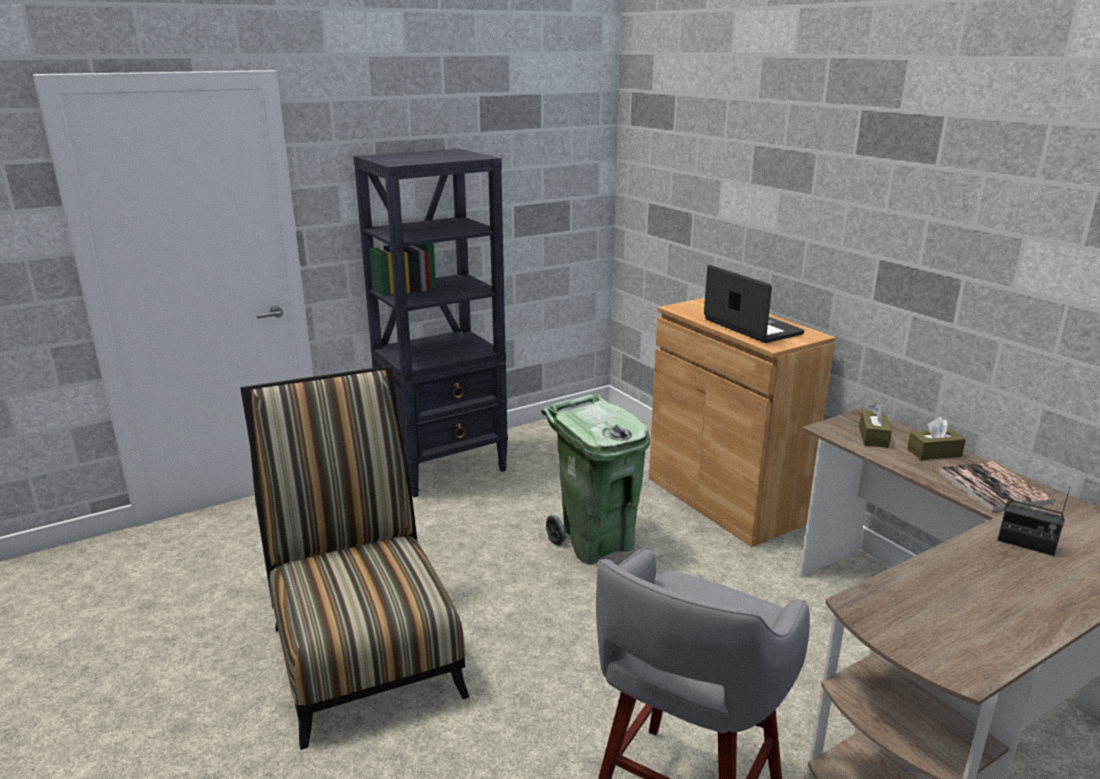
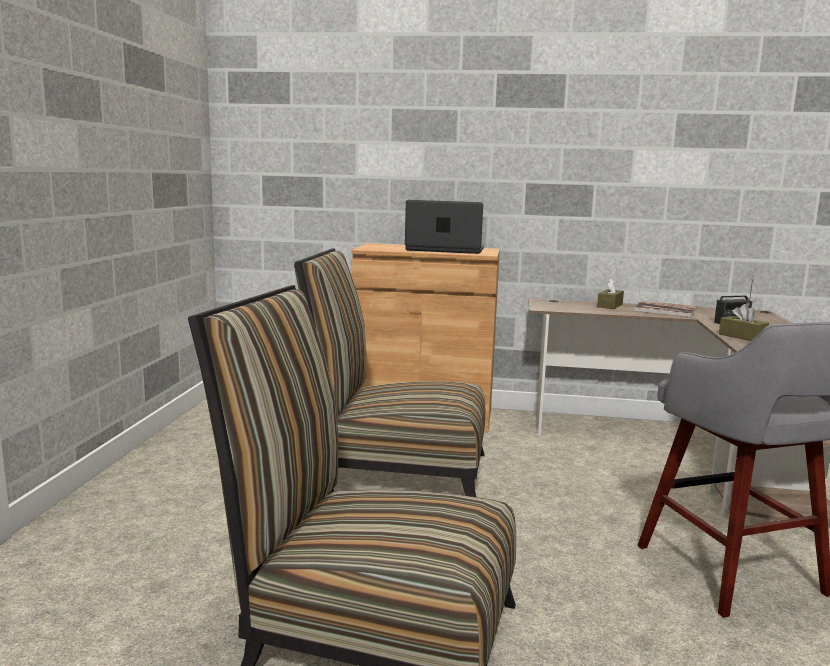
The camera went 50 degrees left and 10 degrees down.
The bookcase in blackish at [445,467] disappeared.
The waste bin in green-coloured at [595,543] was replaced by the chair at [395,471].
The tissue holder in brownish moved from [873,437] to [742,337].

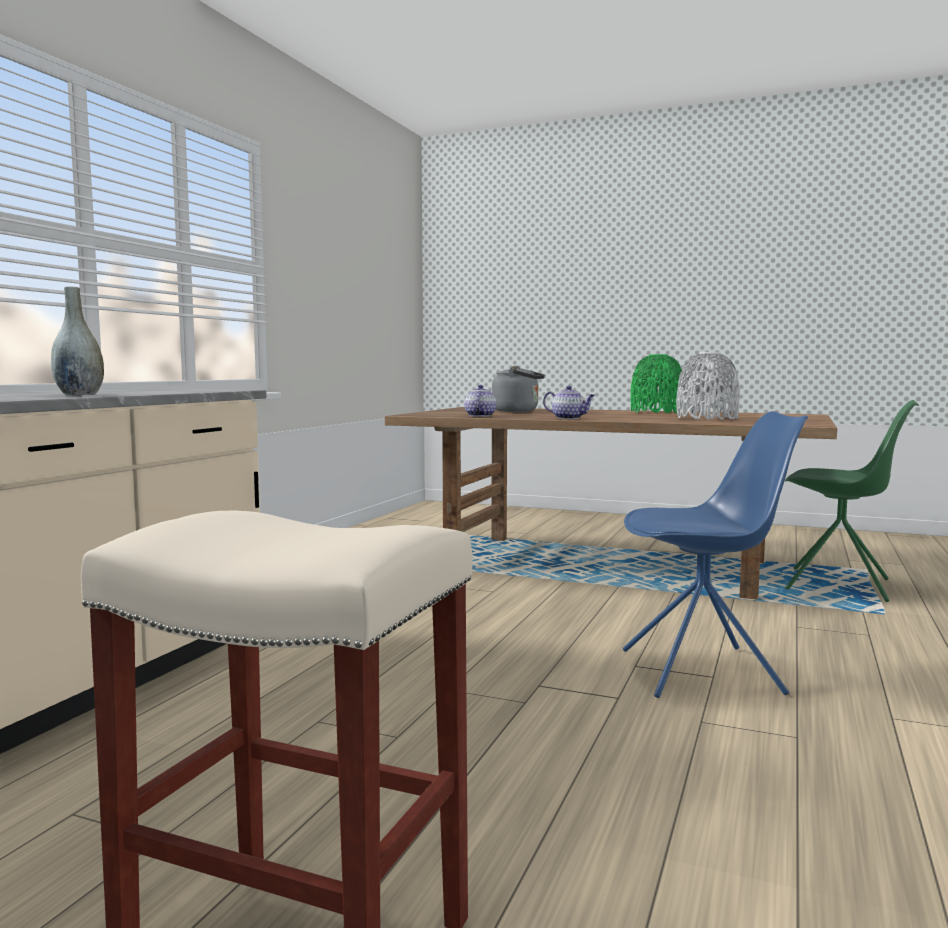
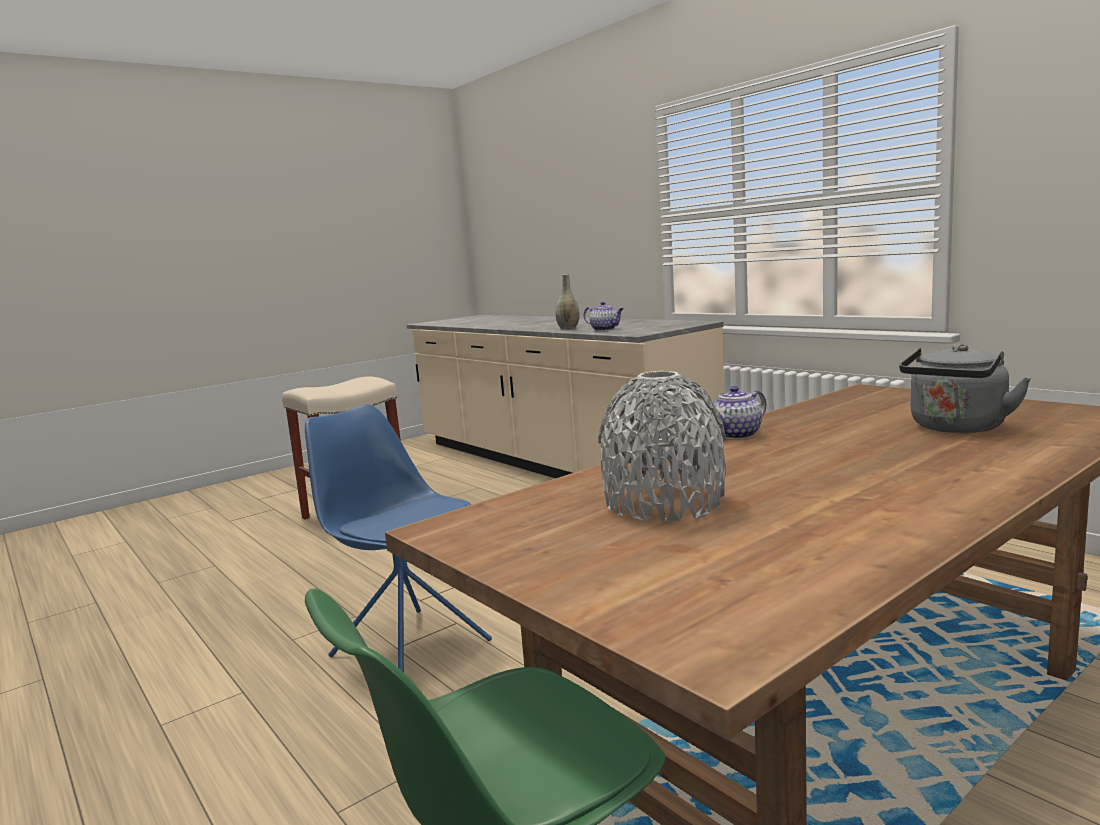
The camera went 120 degrees right and 5 degrees up.
The decorative vase in green-coloured at [656,412] disappeared.
The teapot moved from [480,416] to [605,329].
The chair in blue-coloured at [703,671] turned 105 degrees clockwise.

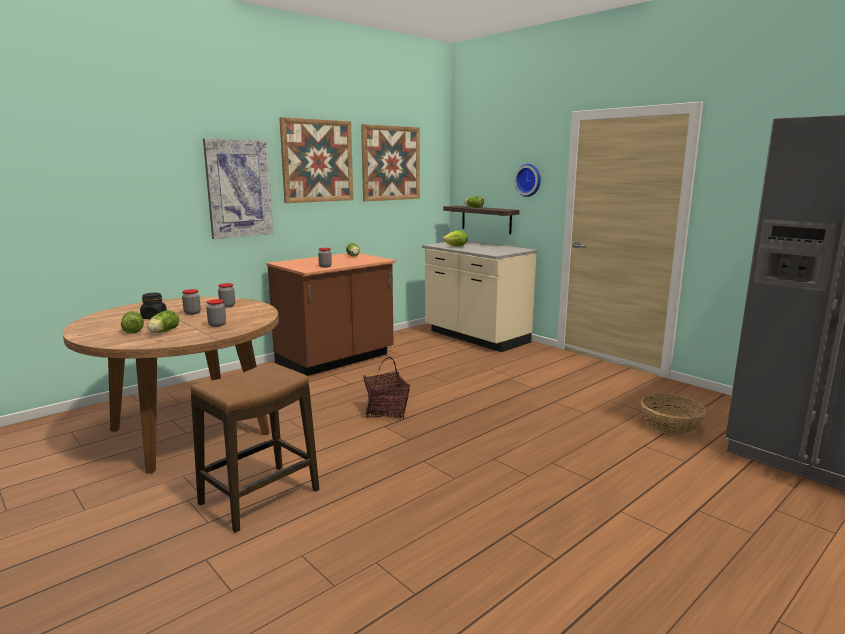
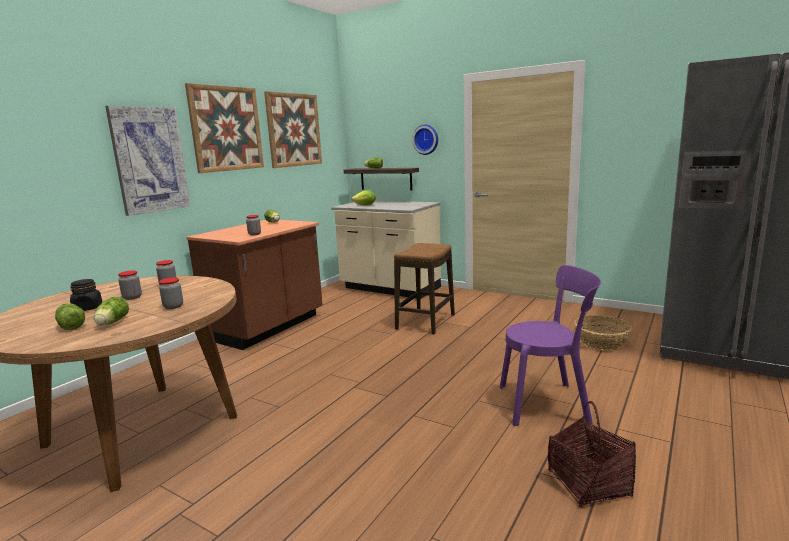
The camera went 15 degrees left and 0 degrees up.
The basket moved from [386,411] to [588,484].
The stool seat moved from [259,497] to [425,322].
The chair in purple at [548,404] appeared.

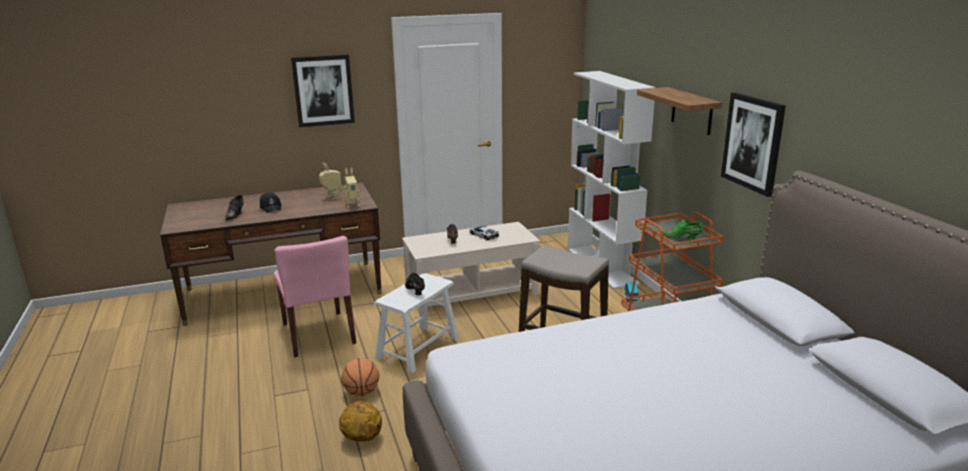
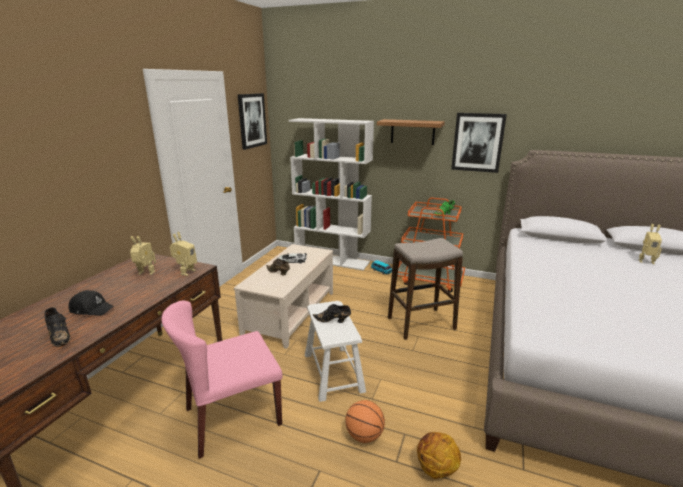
The camera went 50 degrees left and 0 degrees up.
The picture moved from [323,90] to [252,120].
The chair in pink-coloured at [318,334] turned 135 degrees clockwise.
The model robot at [645,261] appeared.

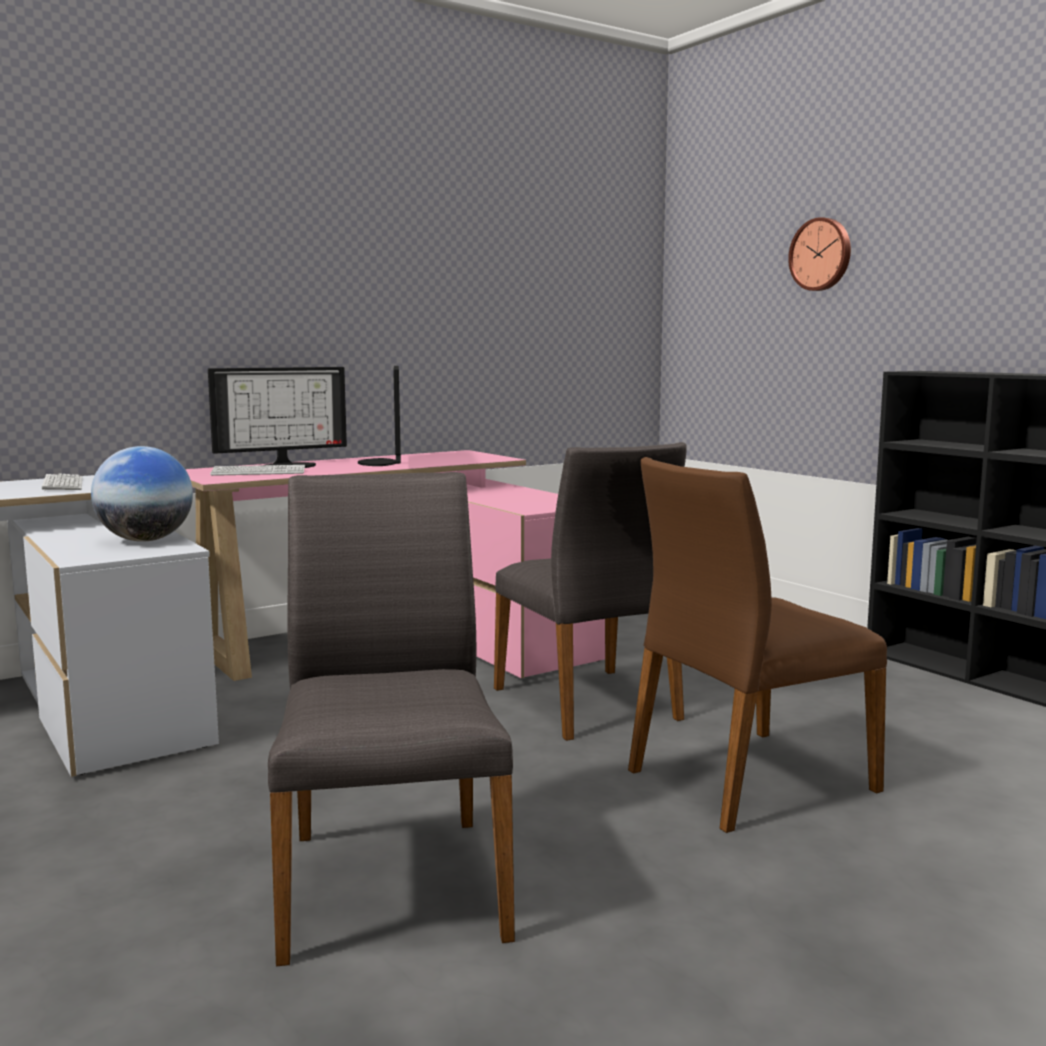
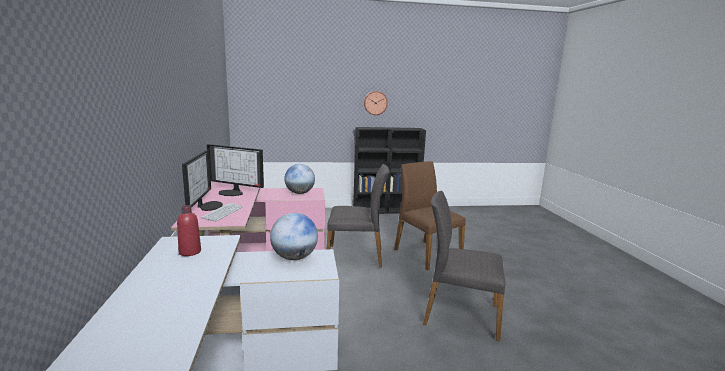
The camera went 65 degrees left and 5 degrees up.
The hanging clock moved from [821,254] to [375,103].
The chair in brownish at [746,779] turned 150 degrees clockwise.
The PC keyboard at [63,484] was replaced by the bottle in red at [190,252].
The world globe at [300,193] appeared.

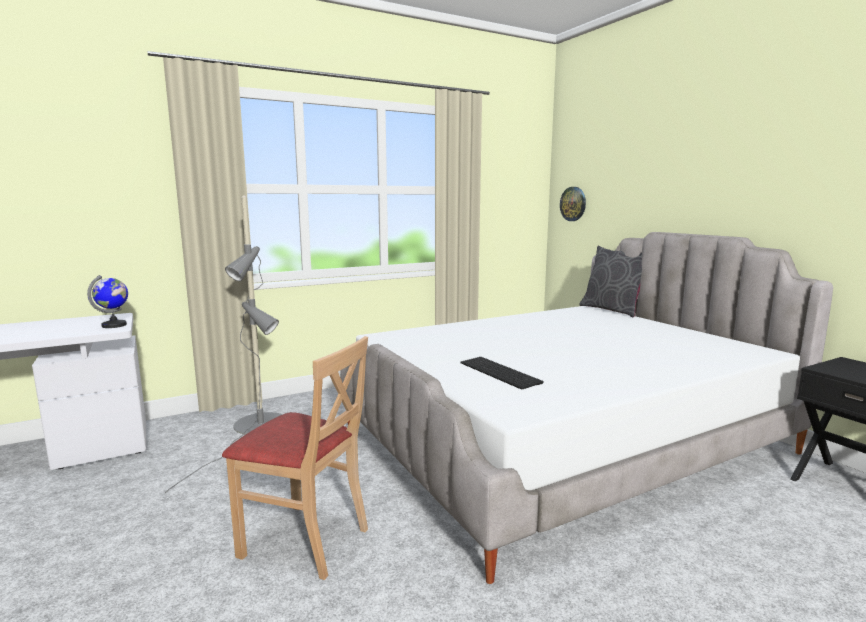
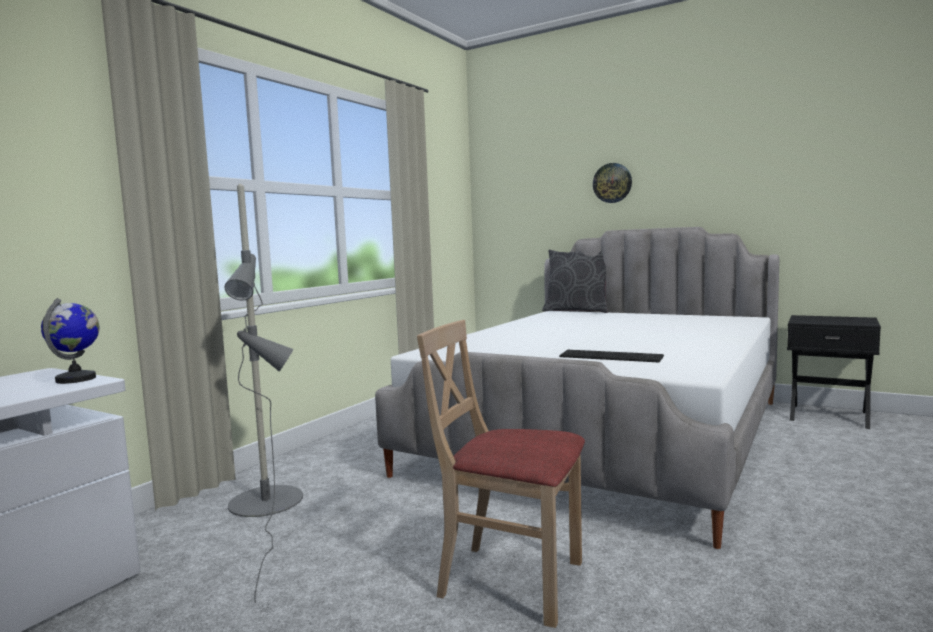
The camera went 30 degrees left and 5 degrees down.
The hanging clock moved from [573,204] to [612,183].
The chair in beige at [305,540] turned 150 degrees counterclockwise.

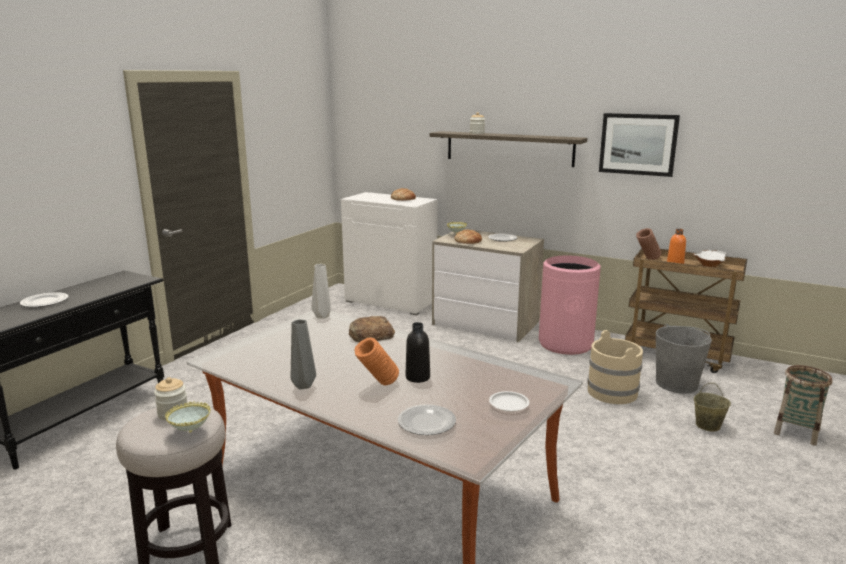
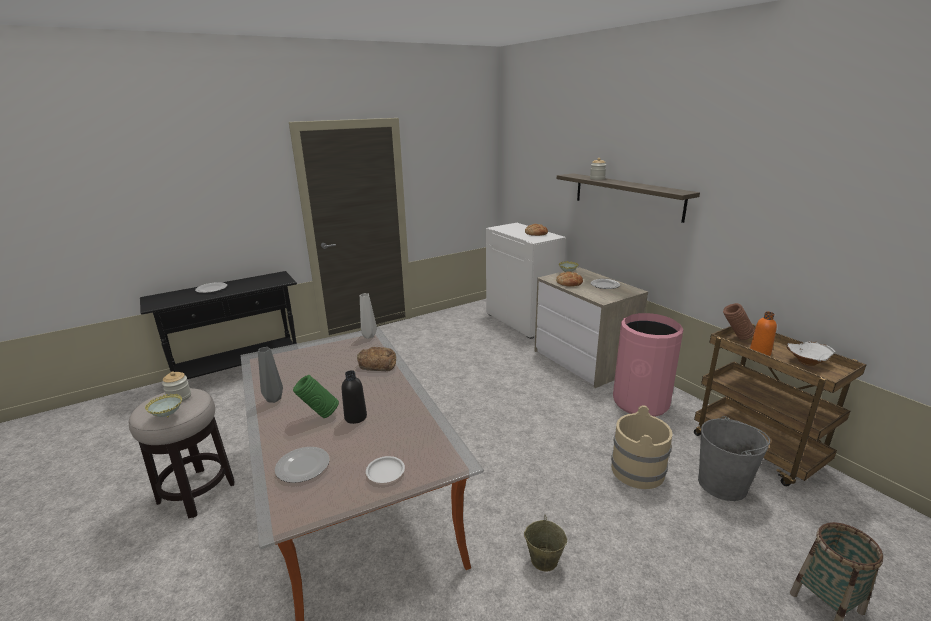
The camera went 30 degrees right and 5 degrees up.
The picture at [638,144] disappeared.
The decorative vase in orange-coloured at [378,385] became the decorative vase in green-coloured at [319,415].
The water bucket in beige moved from [707,425] to [543,559].

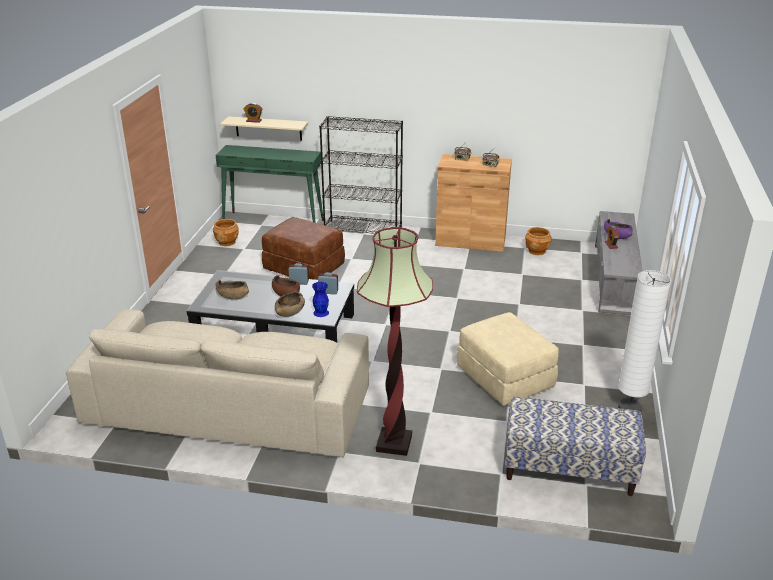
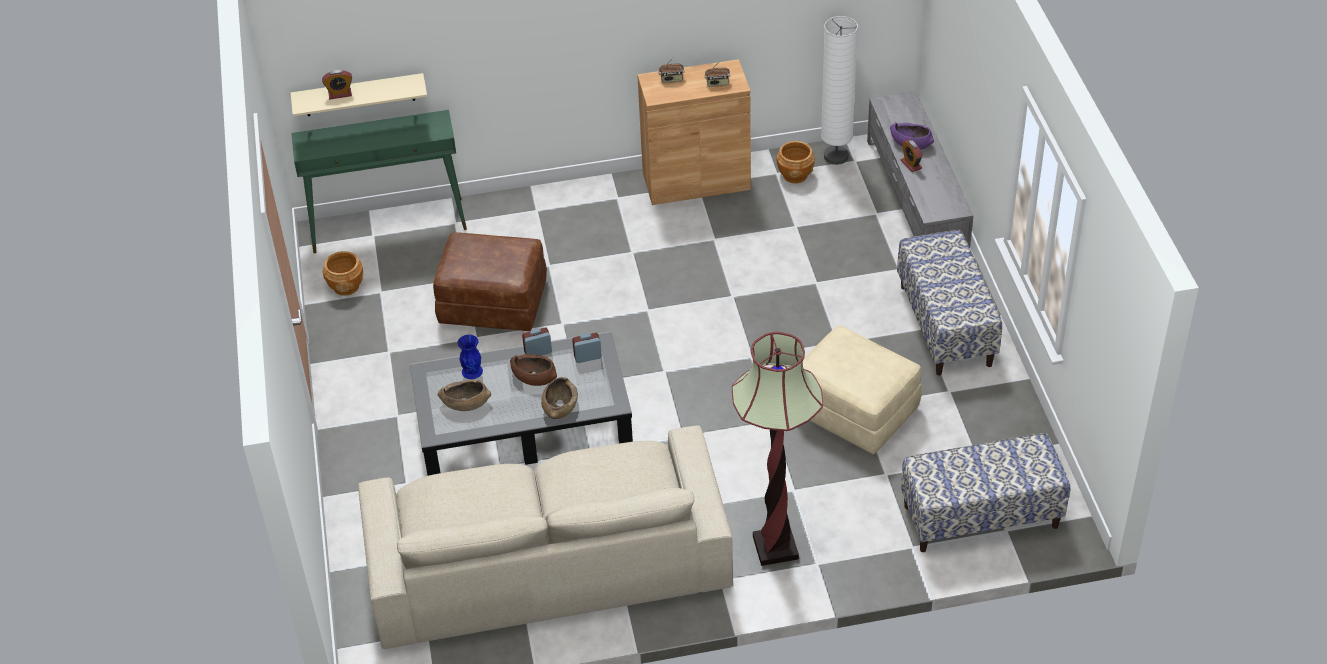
The camera went 20 degrees left and 15 degrees up.
The bookcase in blackish at [363,230] disappeared.
The standing lamp in white-coloured moved from [629,408] to [836,156].
The decorative vase in blue-coloured moved from [321,312] to [472,371].
The bench at [946,325] appeared.

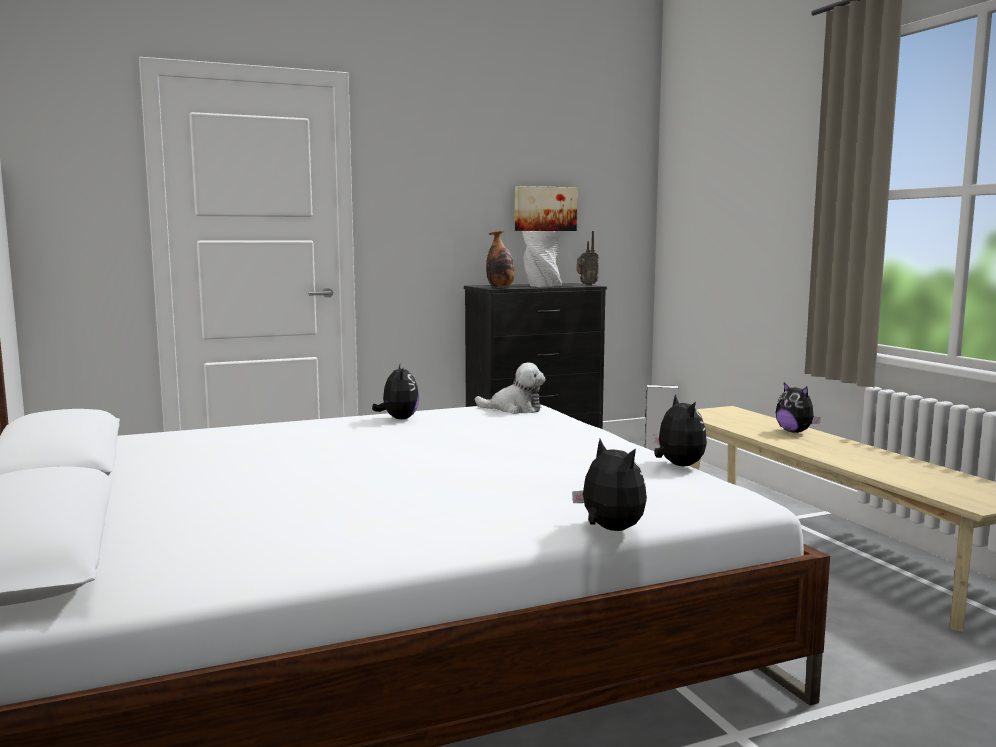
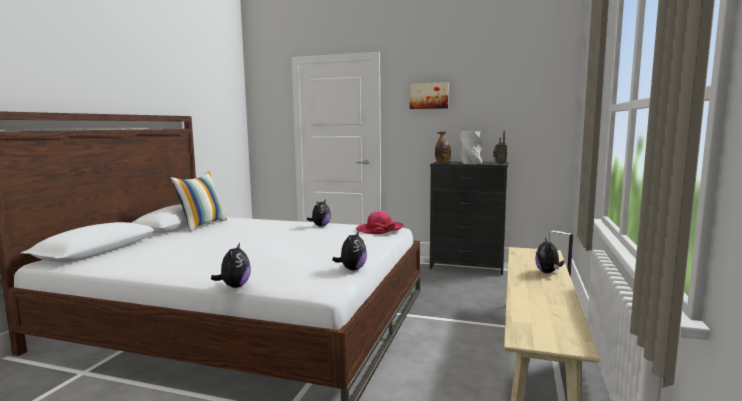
The camera went 40 degrees right and 0 degrees up.
The picture moved from [544,209] to [429,96].
The plush toy at [514,409] was replaced by the clothing hat at [380,229].
The throw pillow at [202,225] appeared.

